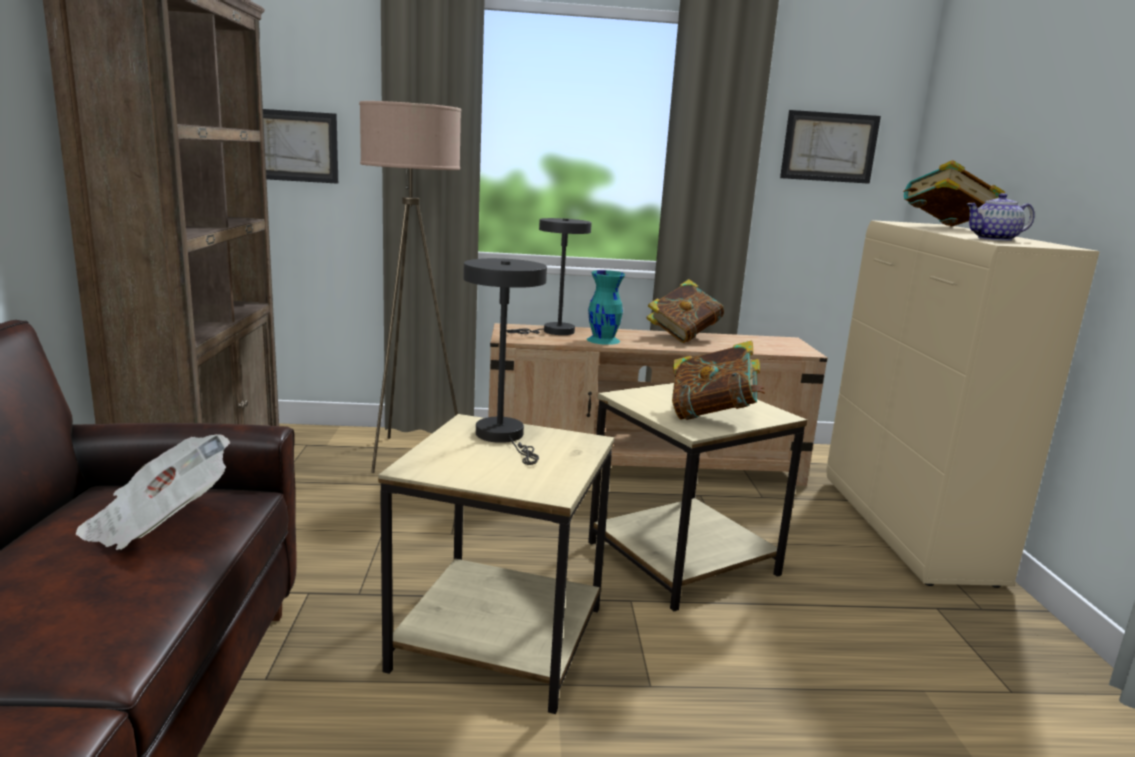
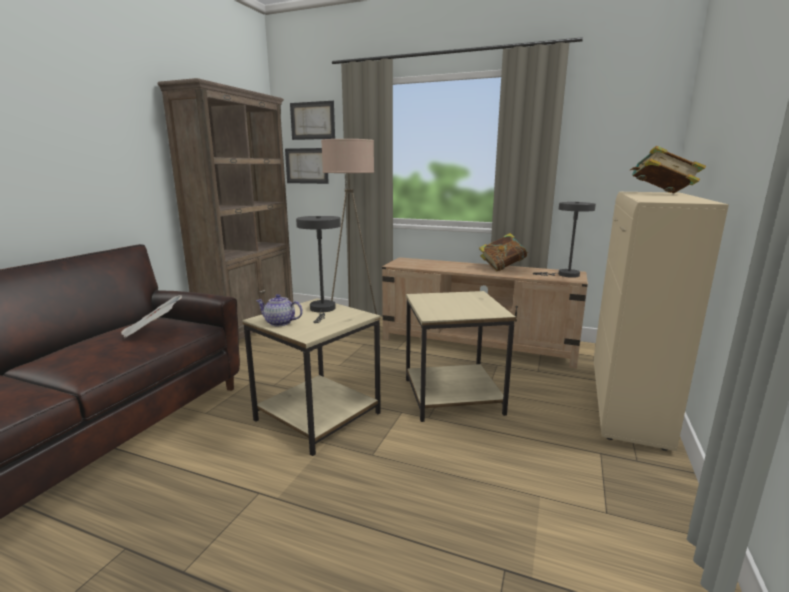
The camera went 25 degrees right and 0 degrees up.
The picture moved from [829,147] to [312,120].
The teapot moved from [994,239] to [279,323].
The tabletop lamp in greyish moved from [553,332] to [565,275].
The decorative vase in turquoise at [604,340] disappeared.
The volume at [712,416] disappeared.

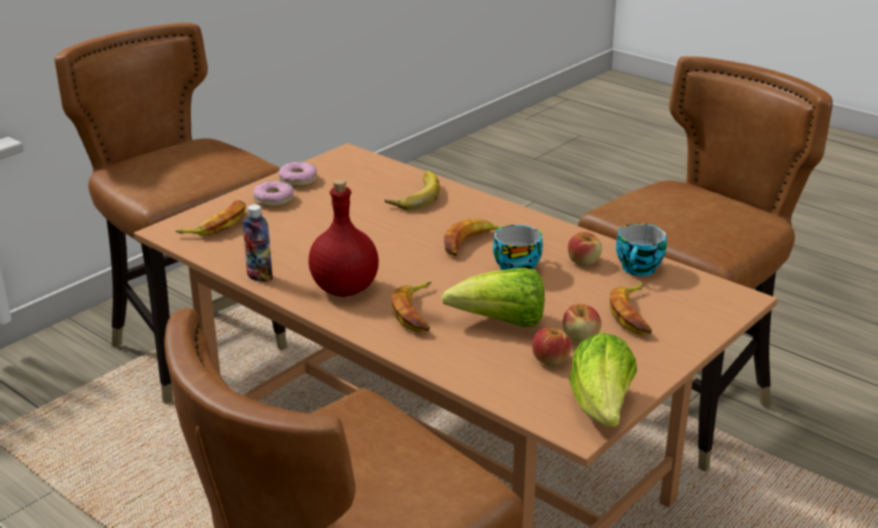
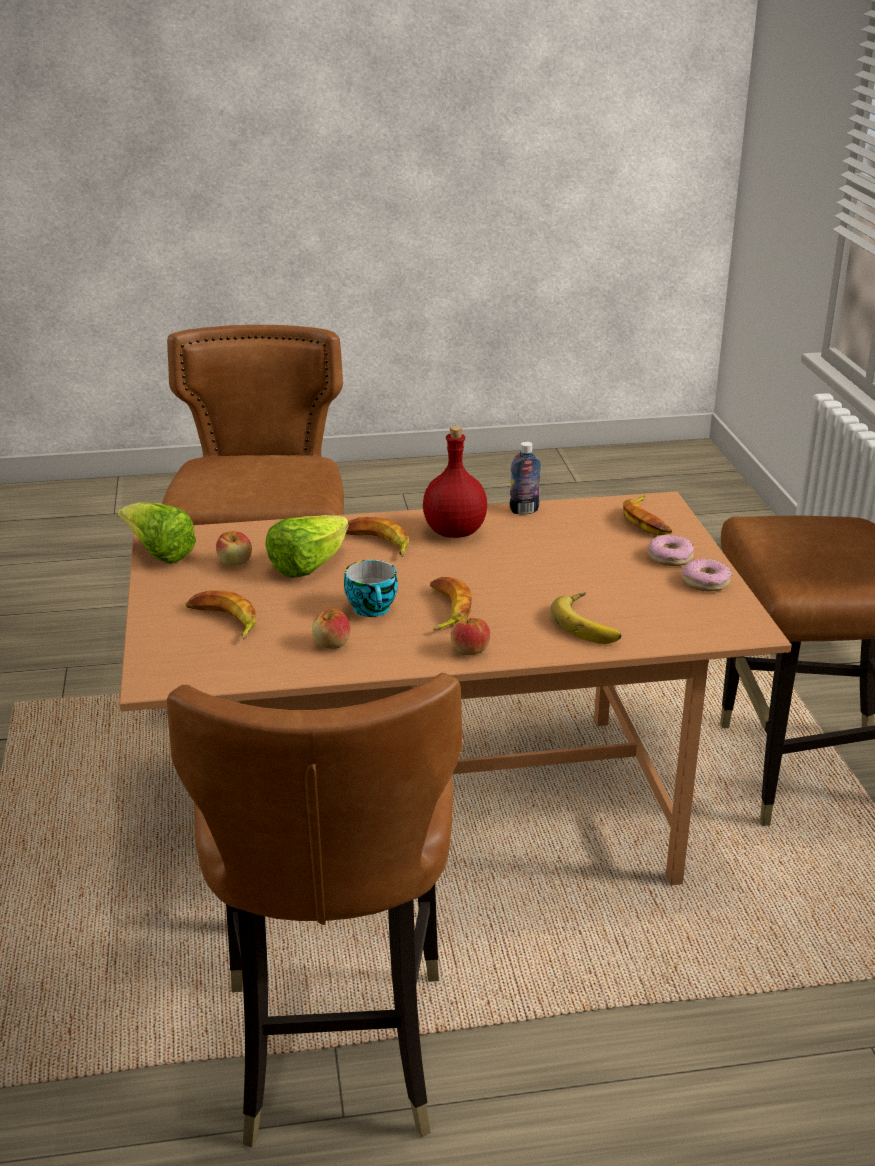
The camera went 130 degrees right and 0 degrees up.
The drinking cup at [639,269] disappeared.
The apple moved from [580,337] to [469,650].

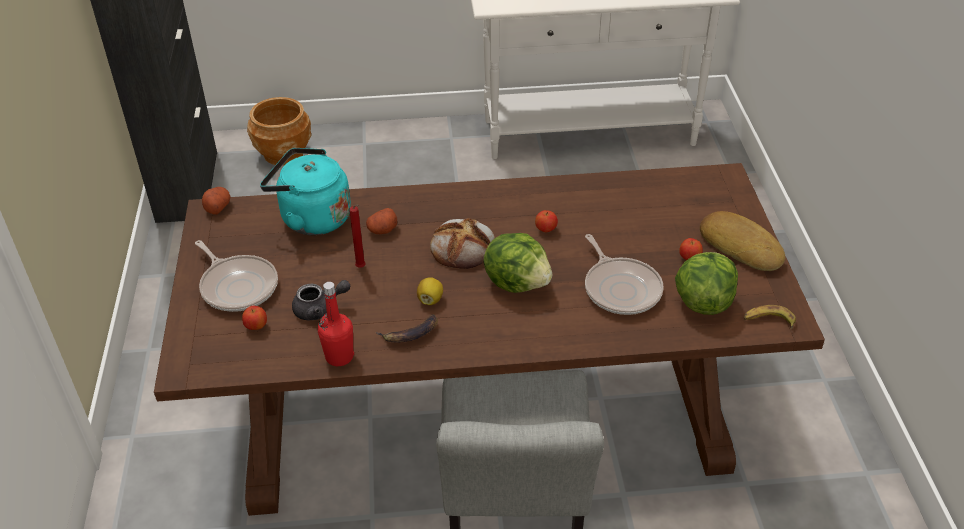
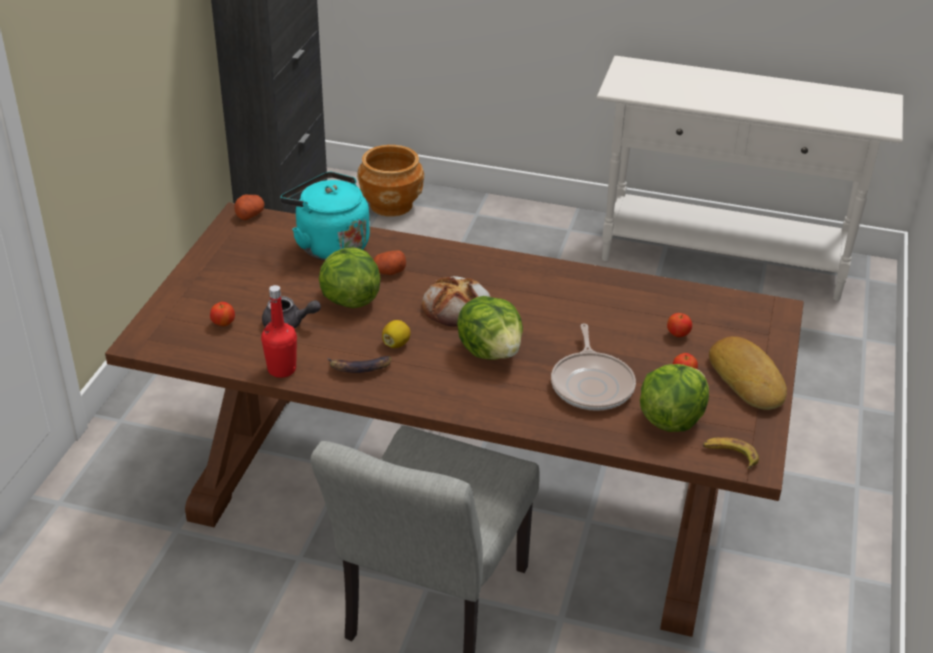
The camera went 20 degrees right and 5 degrees down.
The candle in red at [362,268] was replaced by the lettuce head at [349,299].
The apple moved from [545,229] to [678,334].
The skillet at [238,286] disappeared.

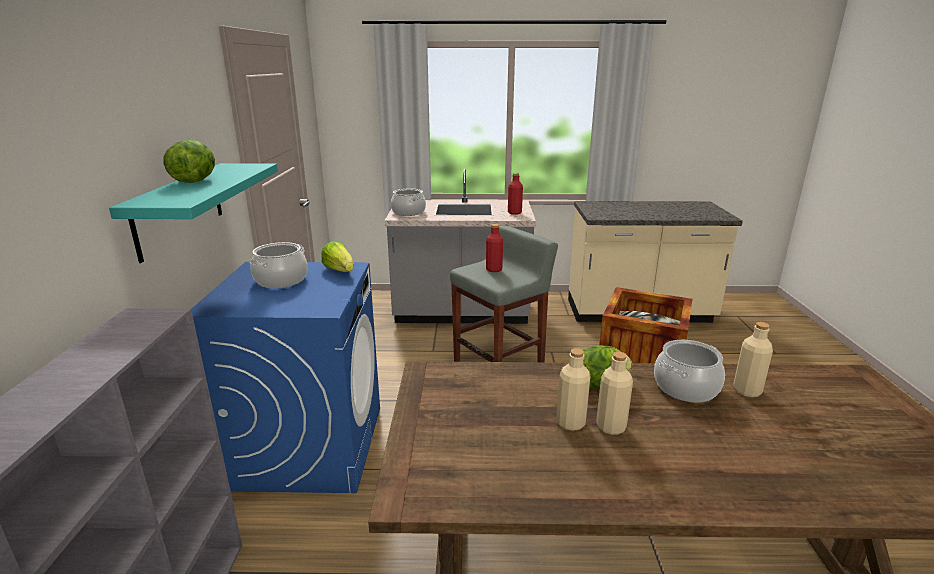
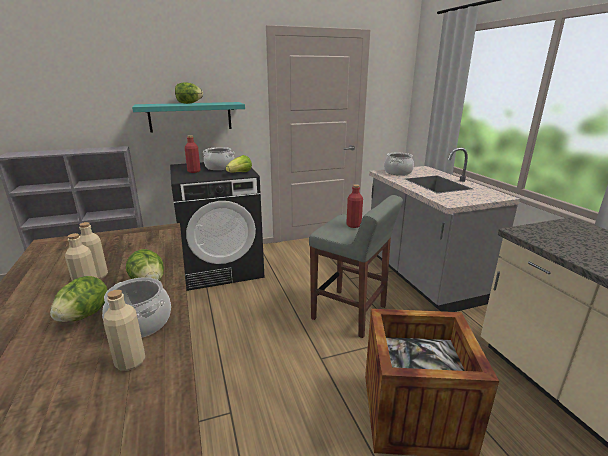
The camera went 70 degrees right and 0 degrees up.
The bottle in red moved from [514,213] to [194,171].
The washing machine in blue-coloured at [310,445] became the washing machine in blackish at [222,267].
The lettuce head at [84,315] appeared.

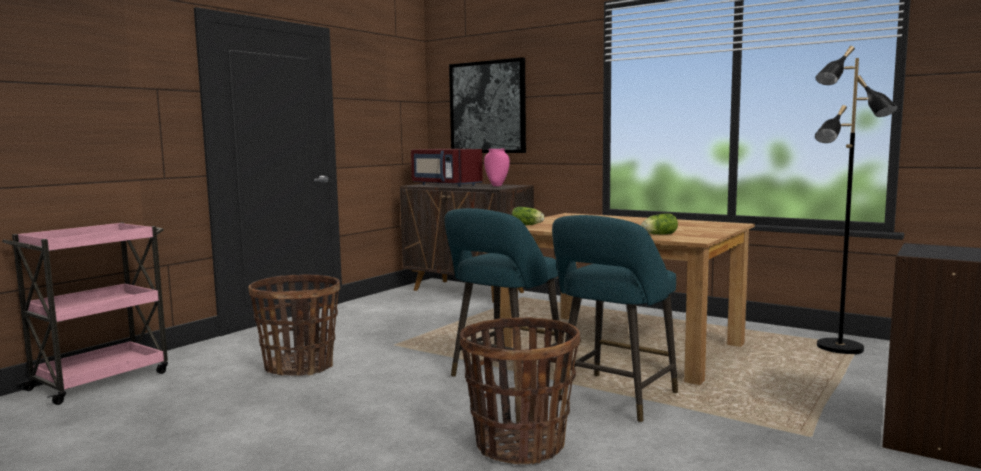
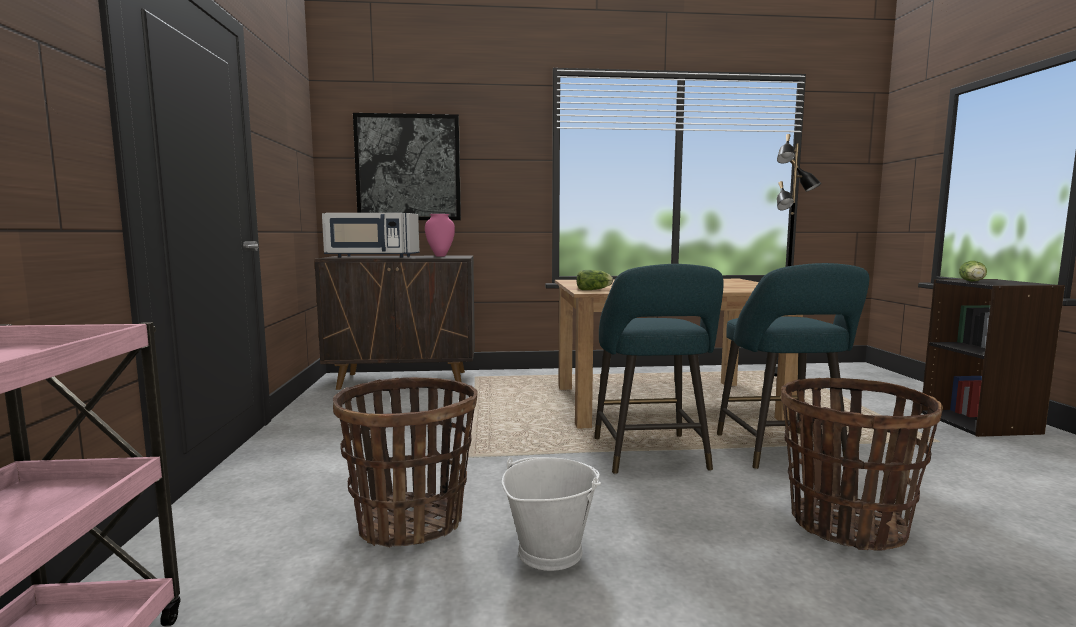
The camera went 40 degrees left and 0 degrees up.
The microwave oven in red at [445,185] became the microwave oven in white-coloured at [372,257].
The lettuce head moved from [658,234] to [973,281].
The water bucket in white-coloured at [549,551] appeared.

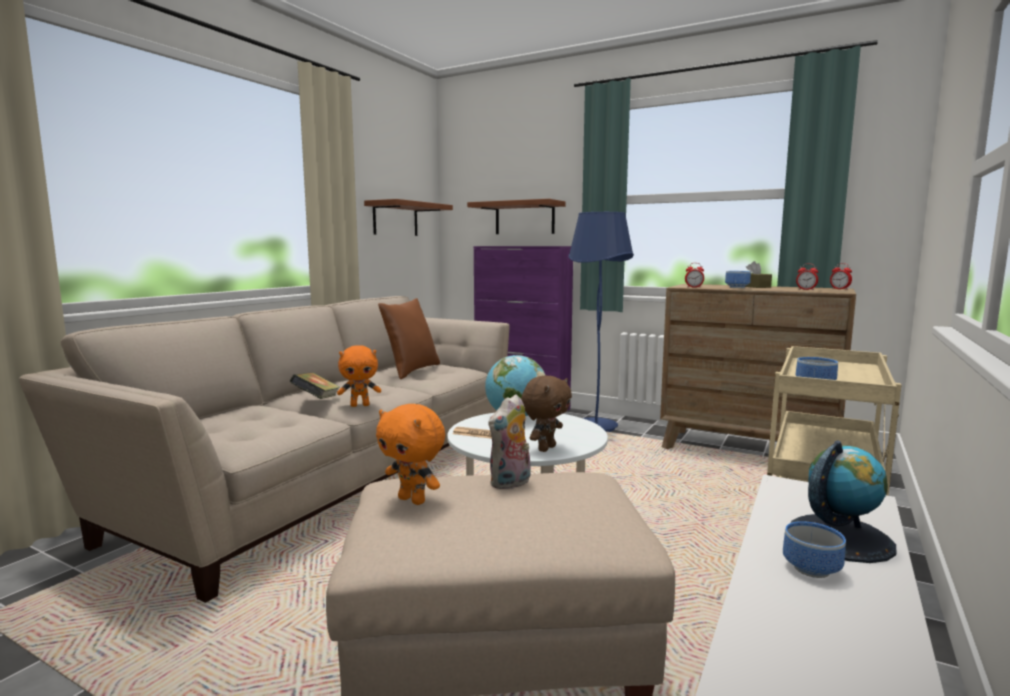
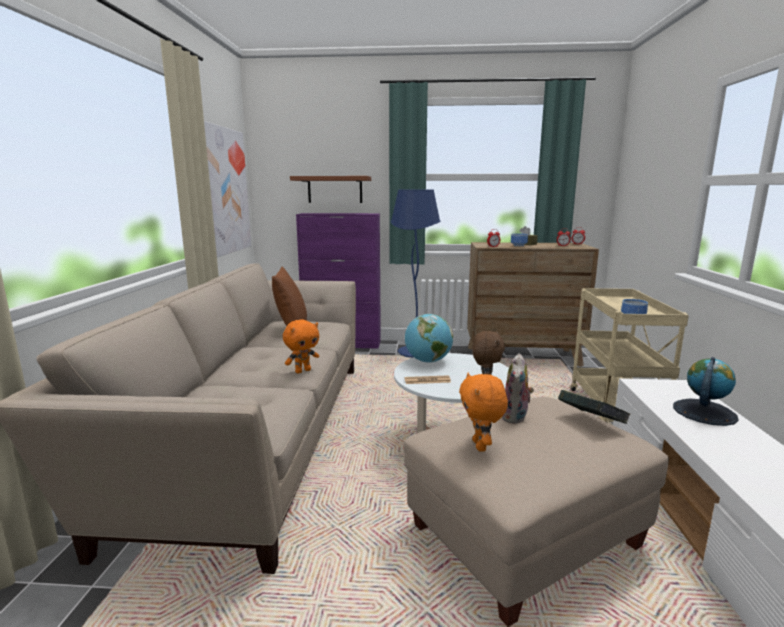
The camera went 25 degrees left and 5 degrees up.
The bracket shelf in brownish at [395,219] was replaced by the picture at [225,191].
The volume moved from [316,401] to [591,423].
The plush toy in orange-coloured at [413,500] turned 75 degrees clockwise.
The bowl at [811,567] disappeared.

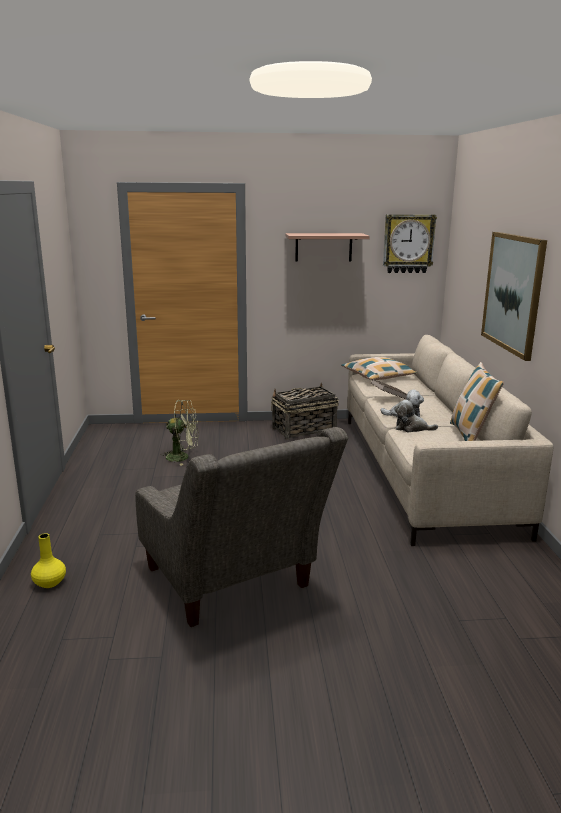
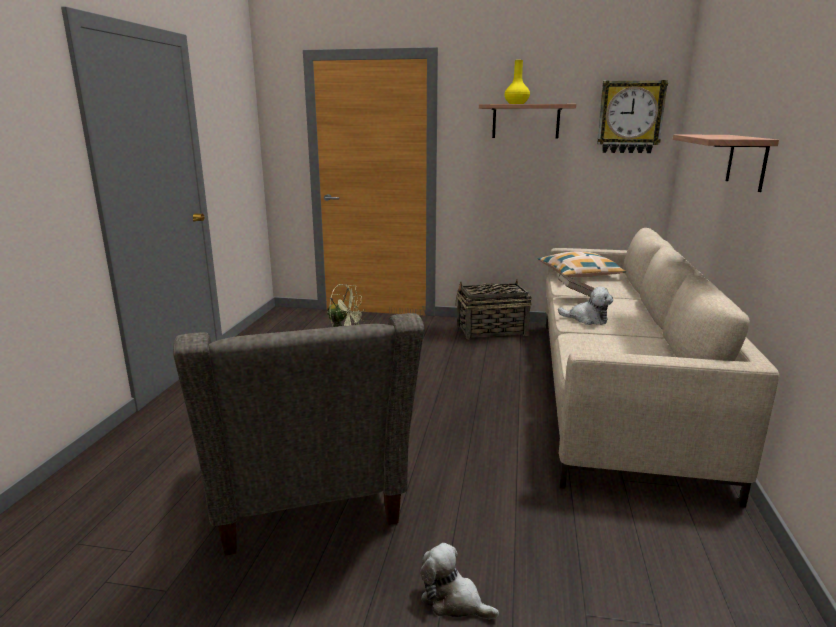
The camera went 15 degrees right and 0 degrees up.
The picture at [513,292] was replaced by the bracket shelf at [747,161].
The throw pillow at [470,436] disappeared.
The plush toy moved from [411,428] to [453,600].
The decorative vase in yellowish moved from [49,583] to [516,104].

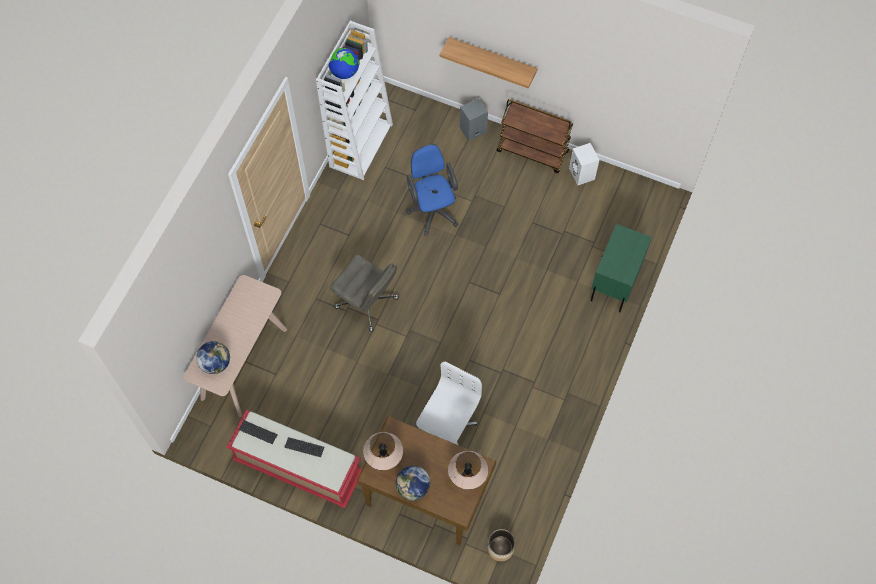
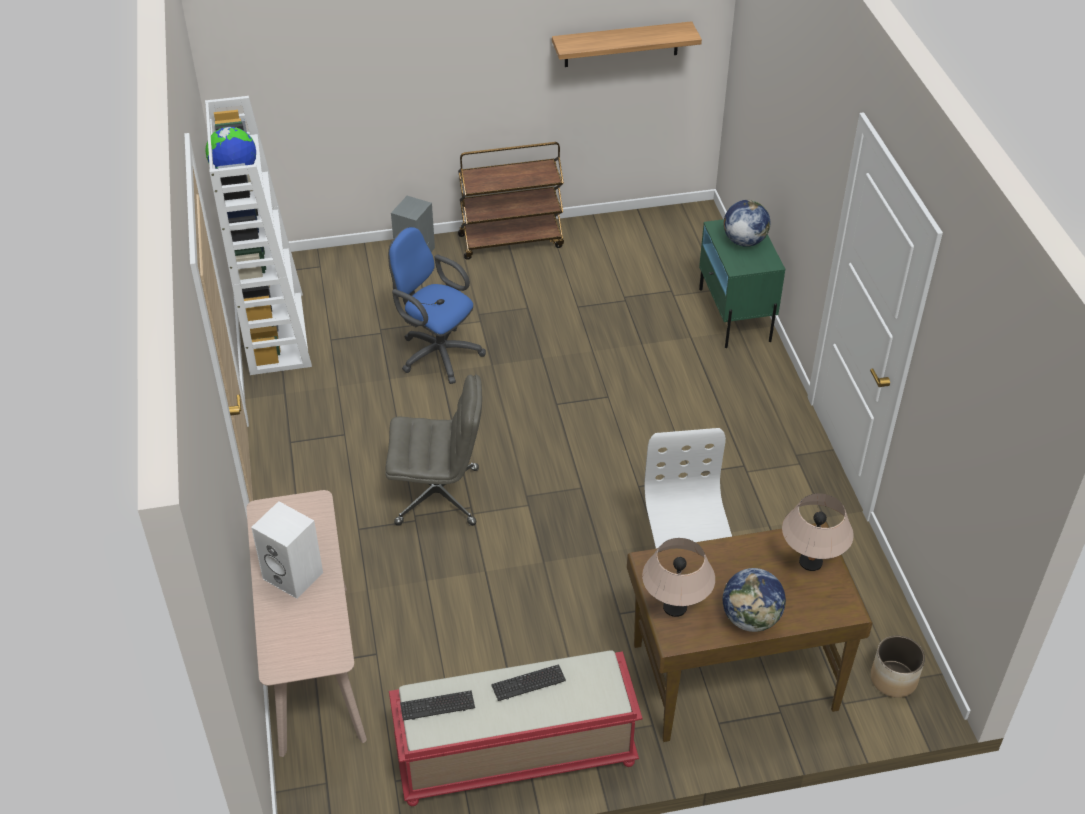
The camera went 35 degrees left and 20 degrees down.
The bracket shelf moved from [492,59] to [621,44].
The speaker in white-coloured moved from [582,174] to [294,575].
The world globe moved from [215,363] to [744,241].

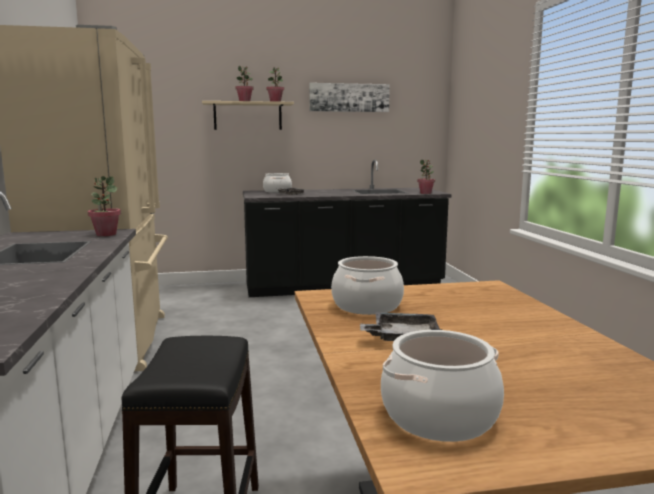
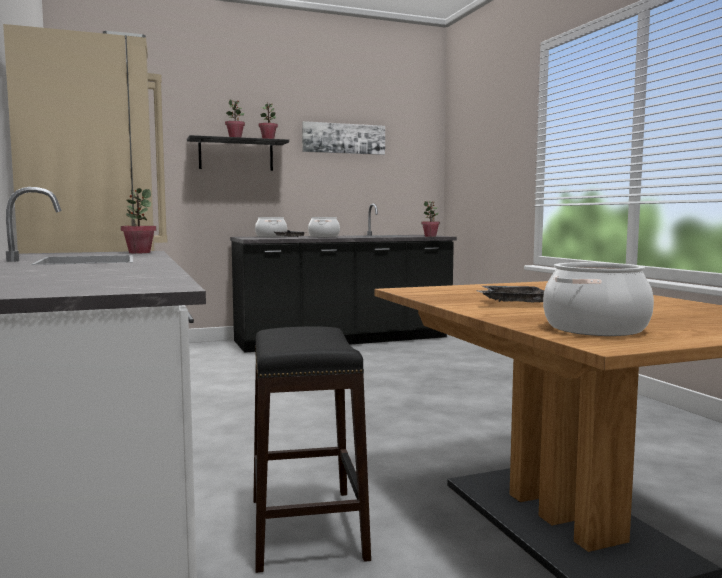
The camera went 10 degrees left and 5 degrees down.
The bracket shelf in beige at [247,116] became the bracket shelf in blackish at [236,155].
The cooking pot moved from [367,306] to [324,237].

